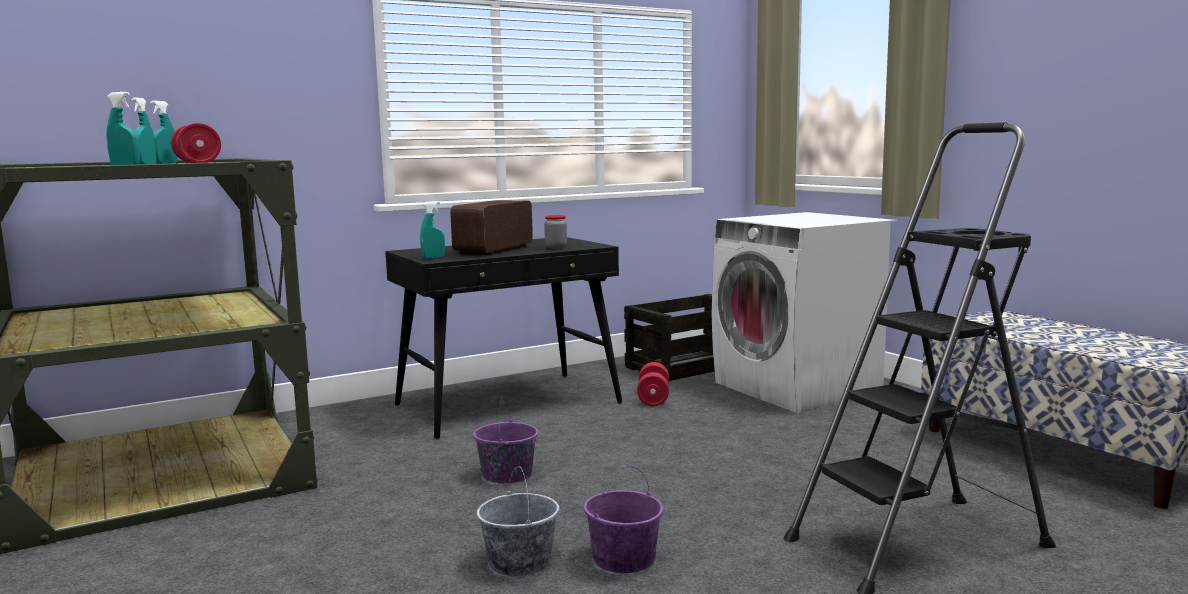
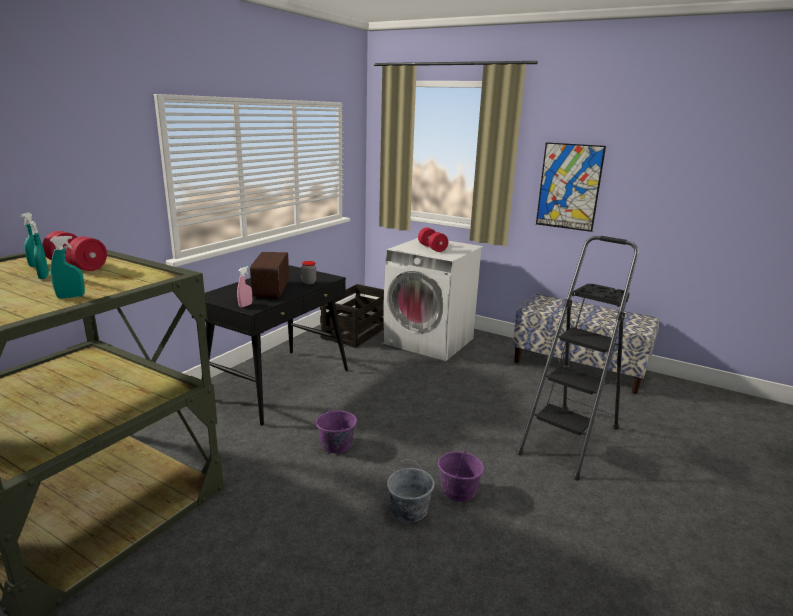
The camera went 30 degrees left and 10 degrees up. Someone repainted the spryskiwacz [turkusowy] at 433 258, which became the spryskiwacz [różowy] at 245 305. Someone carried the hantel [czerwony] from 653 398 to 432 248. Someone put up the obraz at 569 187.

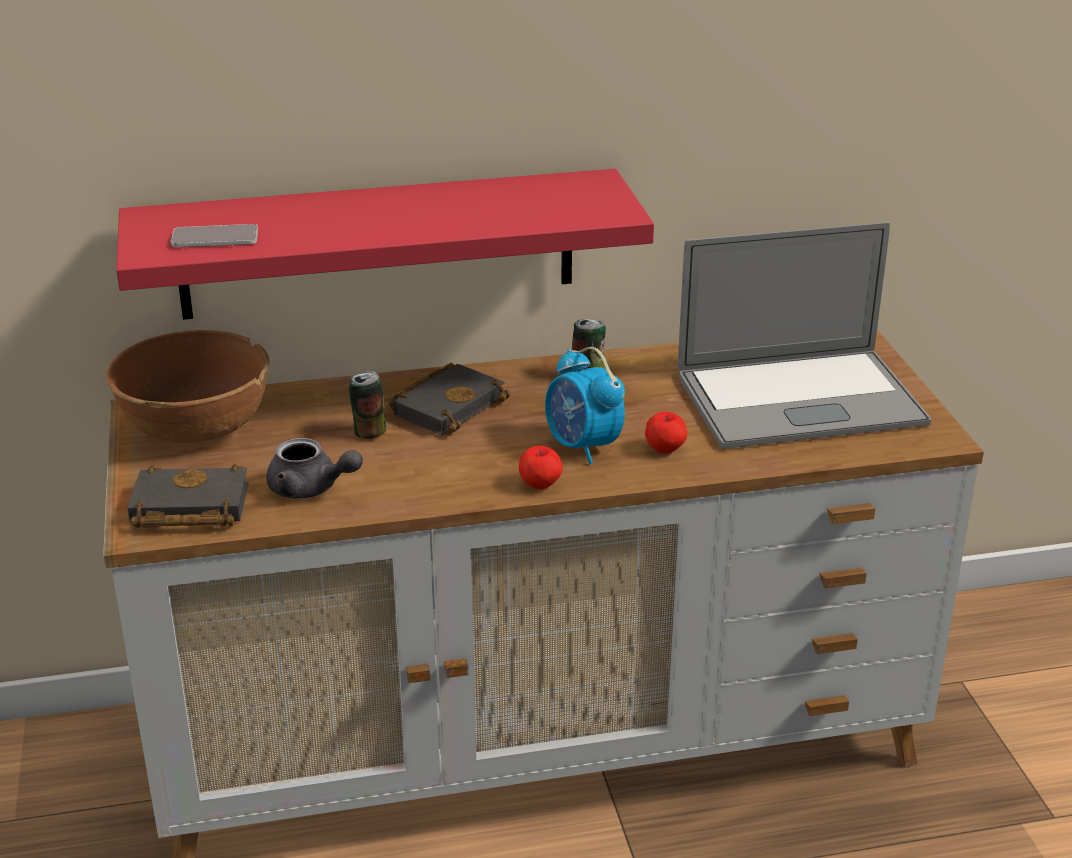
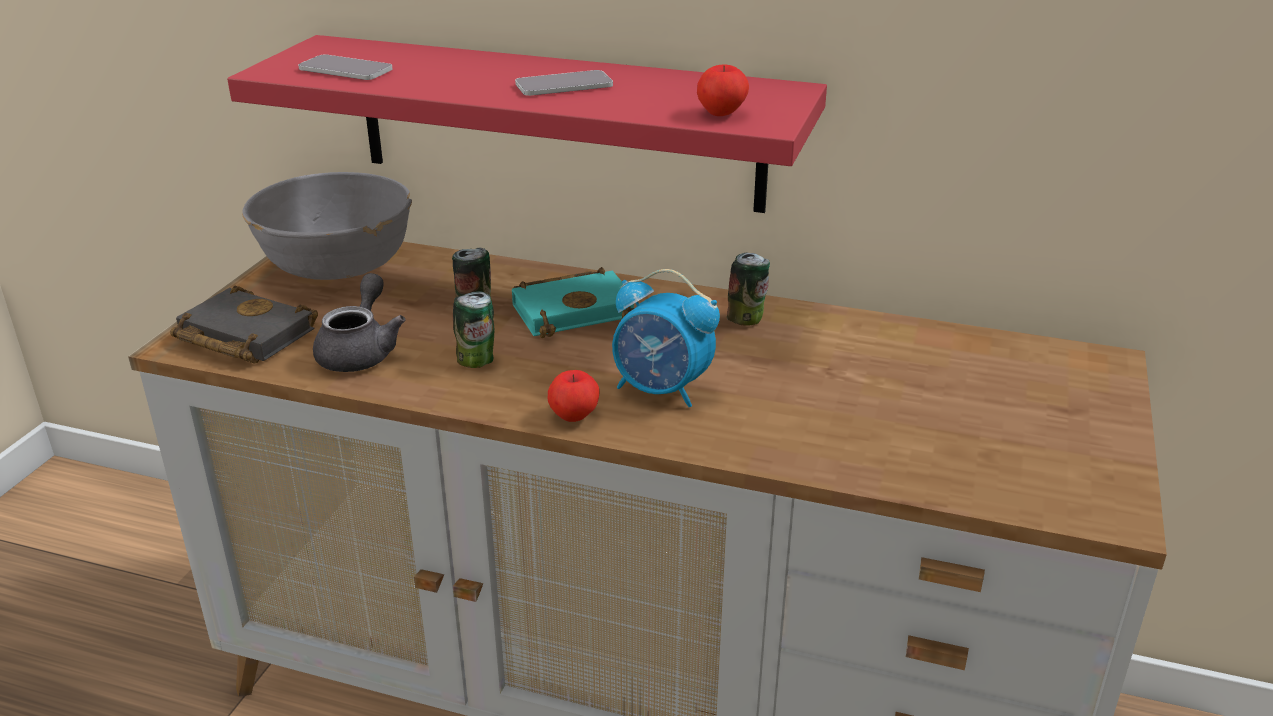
The camera went 30 degrees right and 0 degrees up. Someone repainted the miska [brązowy] at 196 427, which became the miska [szary] at 338 268. Someone rotated the imbryk [szary] at 311 489 by 135 degrees counterclockwise. Someone repainted the książka [czarny] at 448 405, which became the książka [turkusowy] at 575 309. Someone rotated the budzik at 583 446 by 60 degrees counterclockwise. Someone carried the jabłko from 665 449 to 722 113. Someone took away the laptop at 800 400. Someone put down the puszka at 477 361. Someone put down the telefon at 564 85.

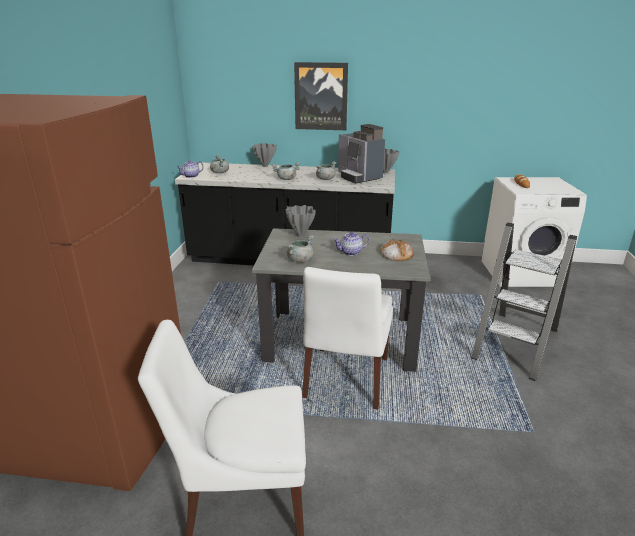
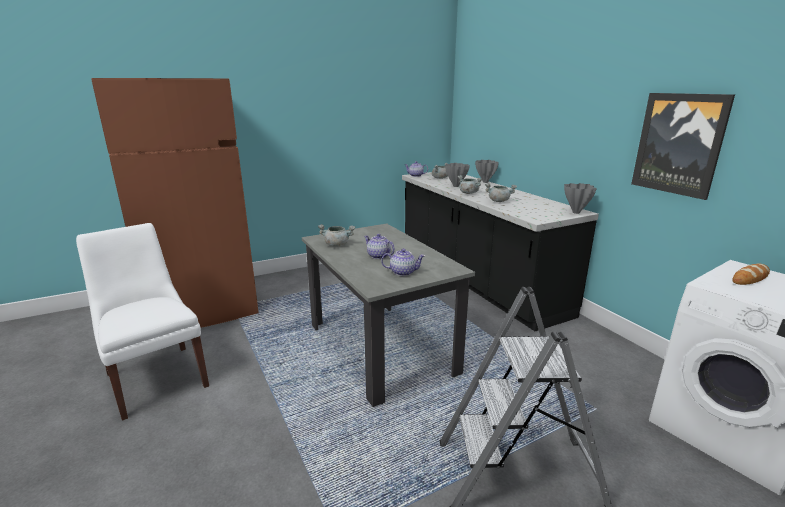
The camera went 55 degrees right and 5 degrees down. Someone carried the wazon [szary] from 300 236 to 456 186. Someone carried the obraz from 321 96 to 679 144. Someone took away the krzesło [biały] at 346 379. Someone took away the ekspres do kawy at 358 177. Someone swapped the chleb at 396 254 for the imbryk at 403 272.

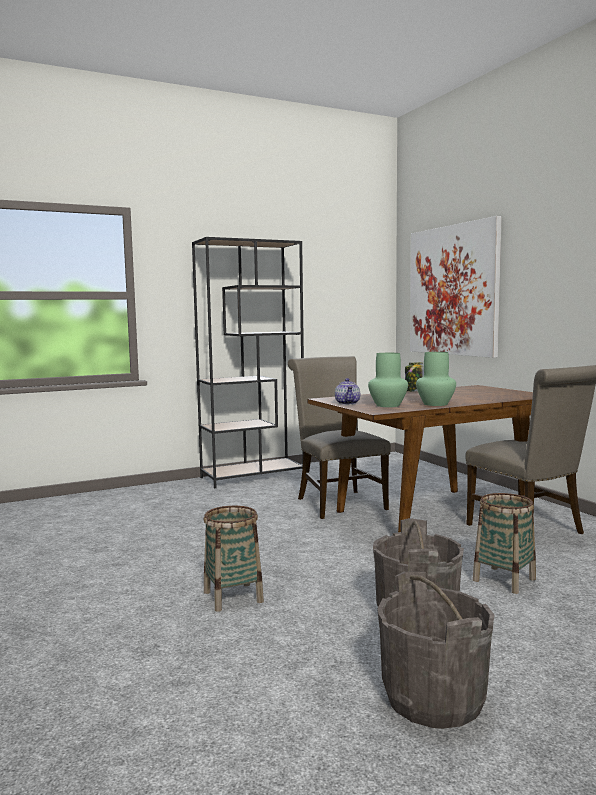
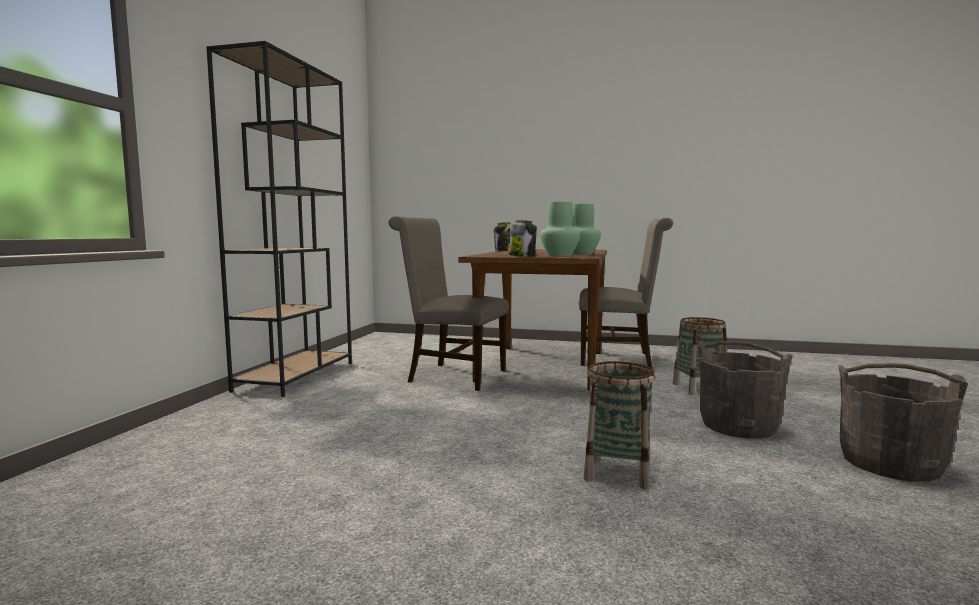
The camera went 50 degrees left and 0 degrees up. Someone swapped the imbryk at 348 403 for the słoik at 522 256. Someone took away the obraz at 453 290.

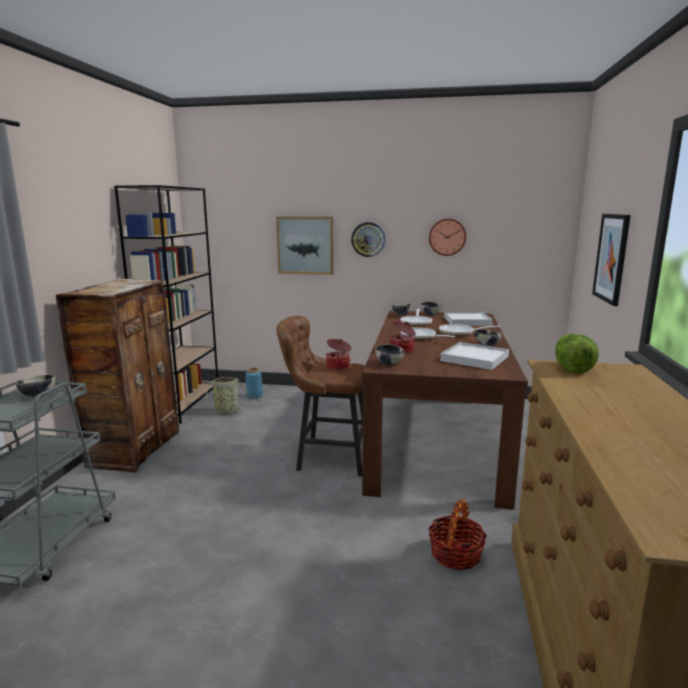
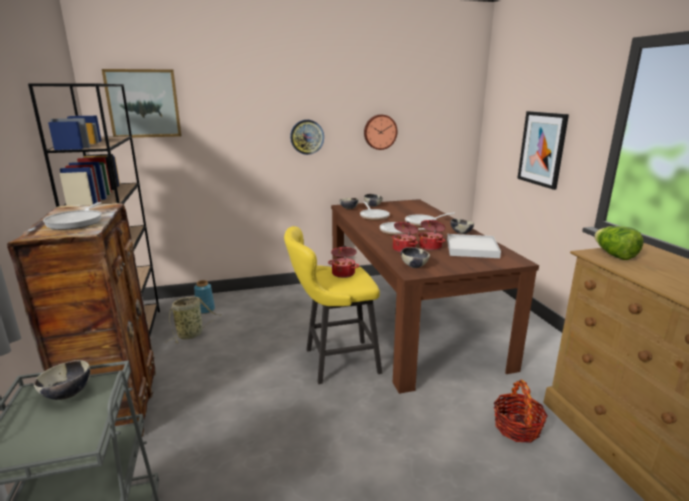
The camera went 25 degrees left and 5 degrees up. Someone carried the obraz from 305 245 to 143 103. Someone repainted the stołek [brązowy] at 324 457, which became the stołek [żółty] at 332 362. Someone took away the taca [biały] at 467 321. Someone put down the patelnia at 77 222. Someone put down the garnek at 431 247.

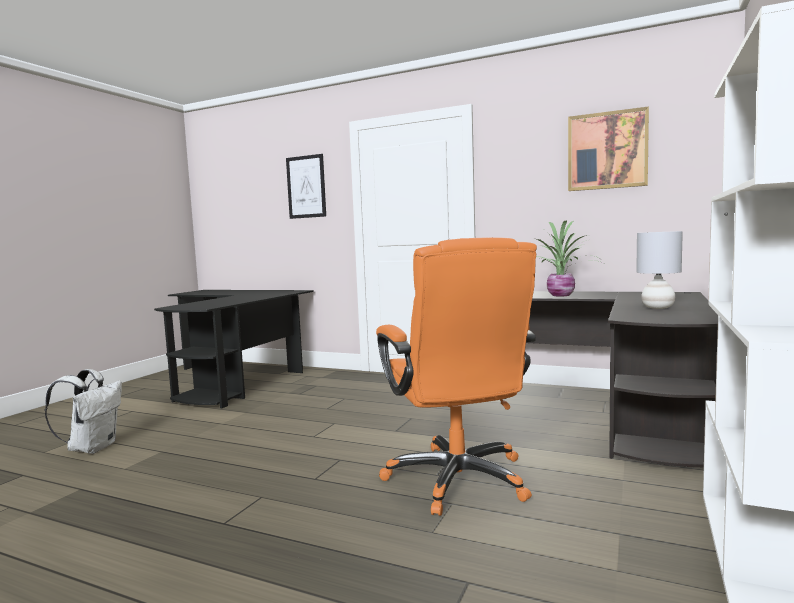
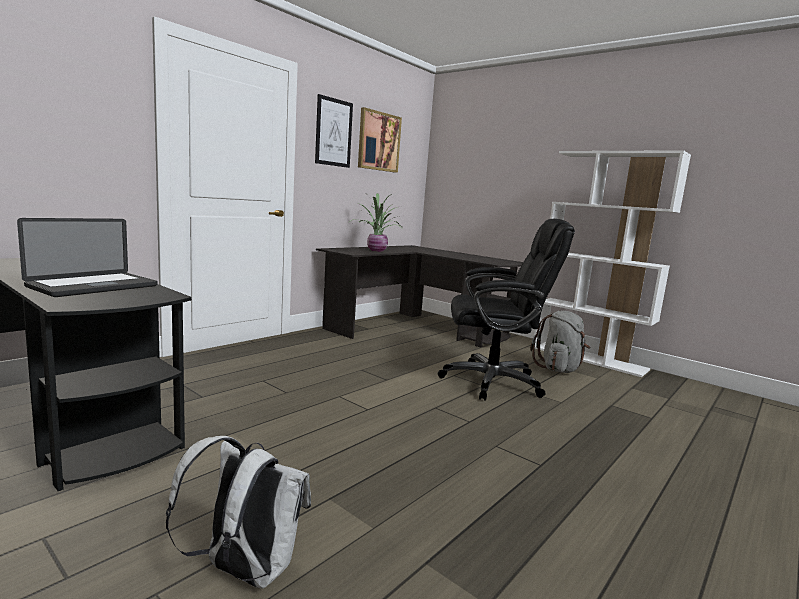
The camera went 75 degrees left and 5 degrees up. Someone carried the obraz from 306 187 to 333 132. Someone repainted the krzesło biurowe [pomarańczowy] at 458 478, which became the krzesło biurowe [czarny] at 491 381. Someone took away the lampa stołowa [szary] at 658 307. Someone put down the laptop at 94 286. Someone put down the plecak [szary] at 559 369.

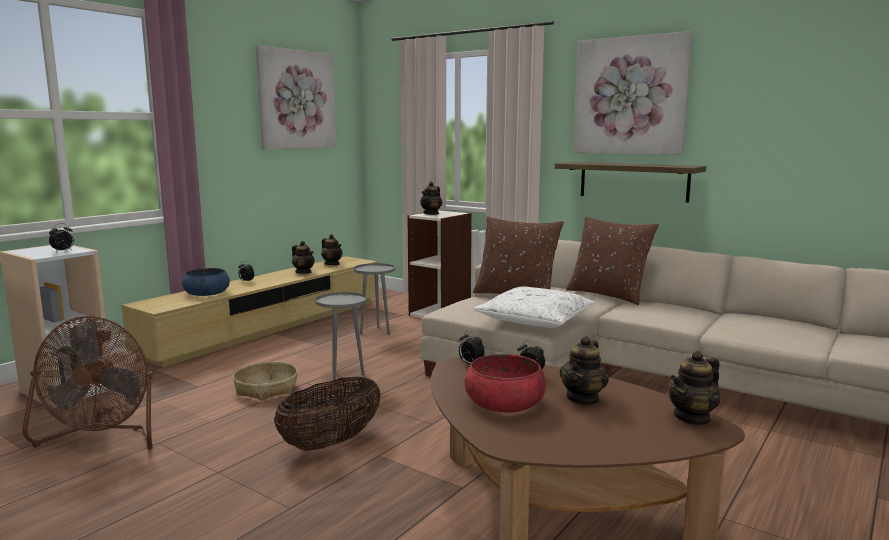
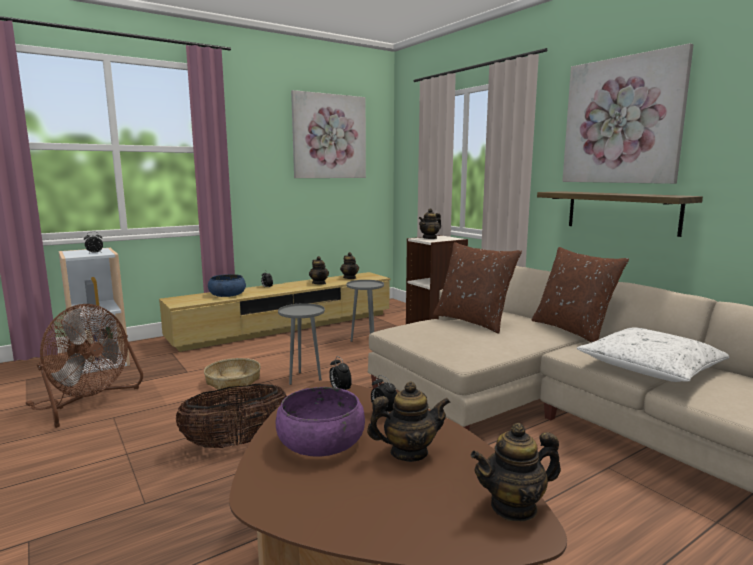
The camera went 20 degrees right and 0 degrees up. Someone rotated the wentylator [brązowy] at 101 436 by 90 degrees counterclockwise. Someone repainted the miska [czerwony] at 504 402, which became the miska [fioletowy] at 320 442. Someone carried the poduszka [biały] from 535 320 to 650 368. Someone rotated the imbryk at 583 398 by 150 degrees counterclockwise.

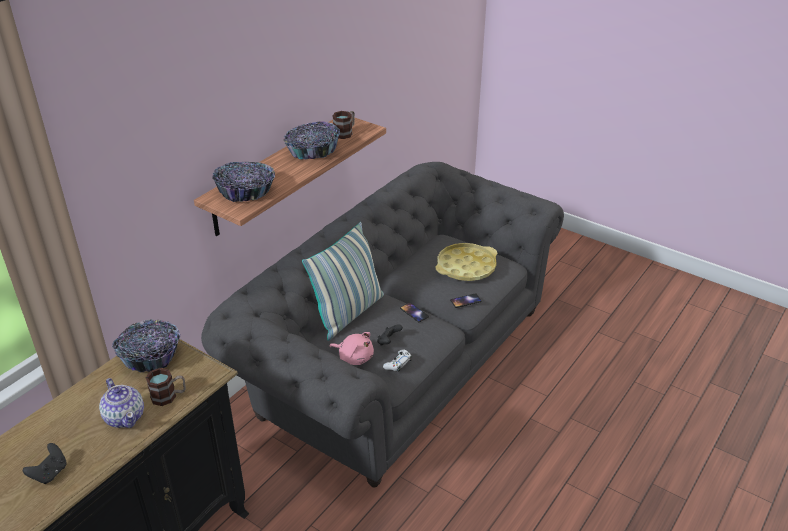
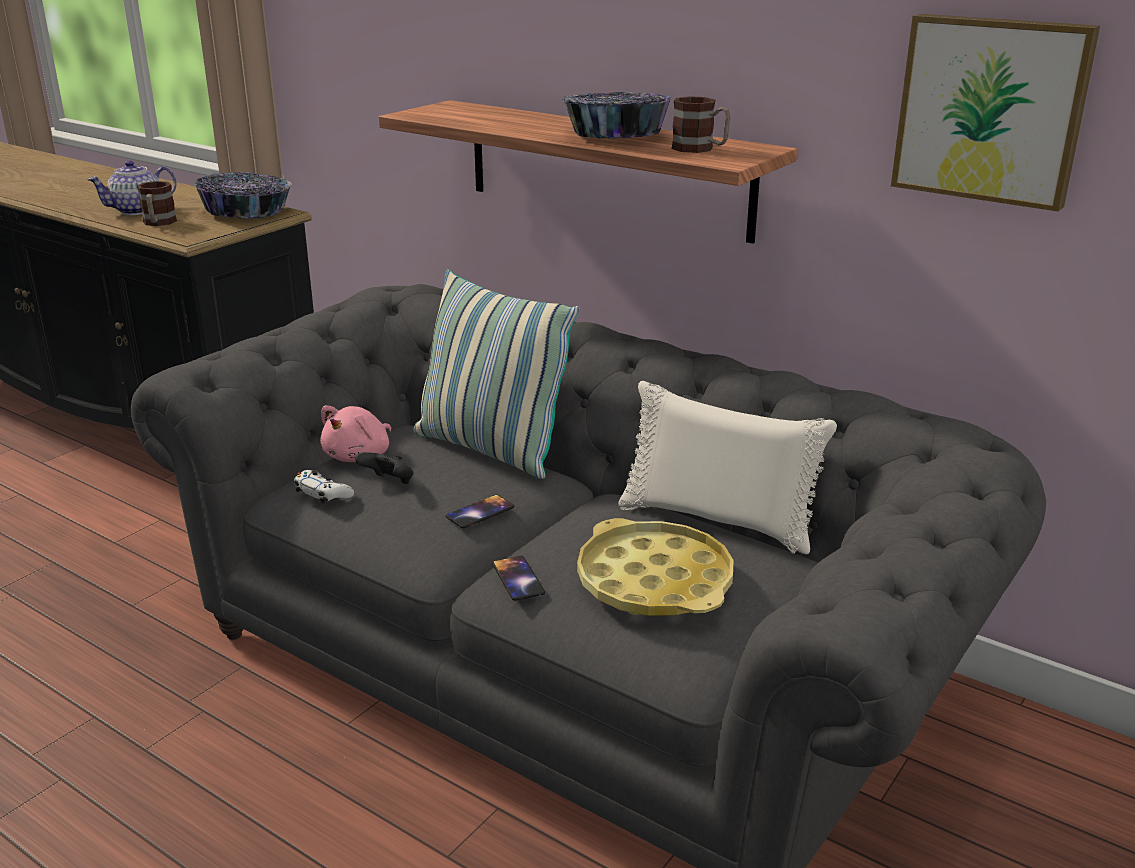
The camera went 90 degrees right and 10 degrees down. Someone took away the pad do gier [czarny] at 50 473. Someone took away the miska at 245 192. Someone put down the poduszka [biały] at 717 521. Someone put up the obraz at 991 109.

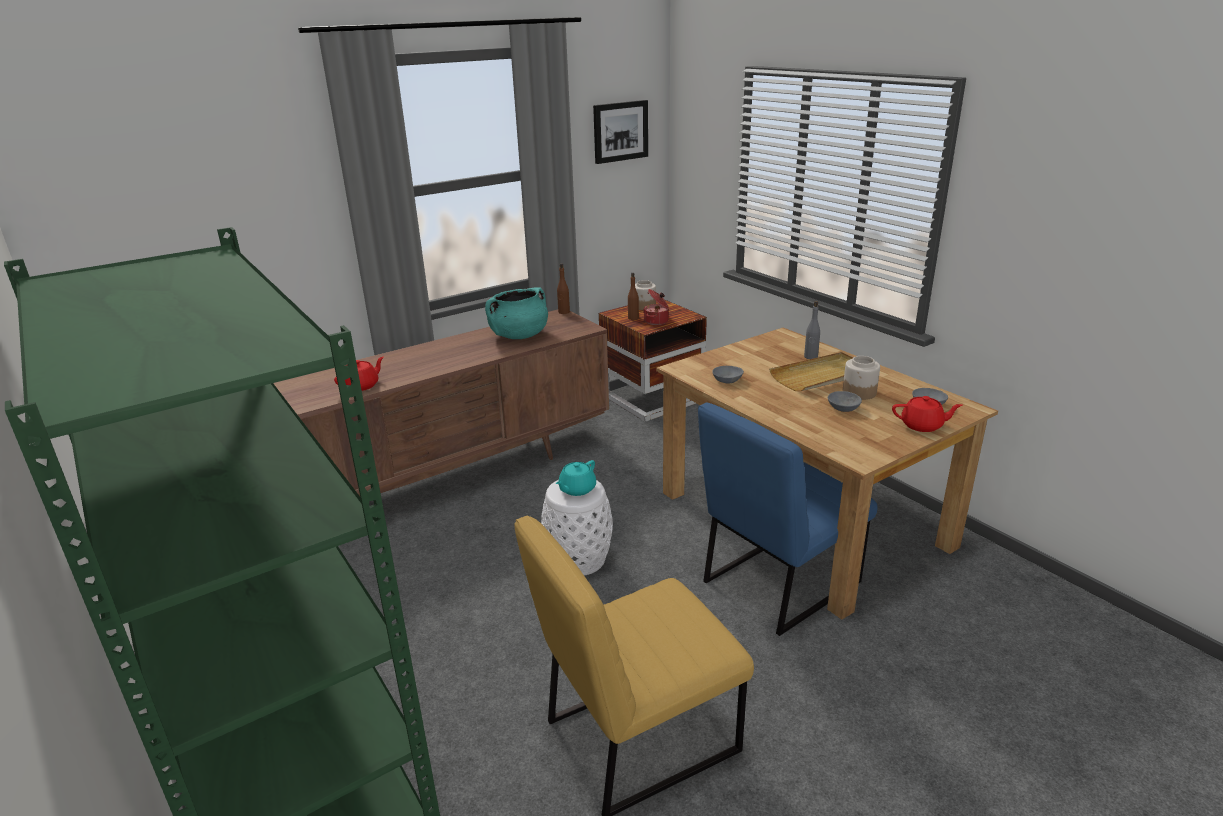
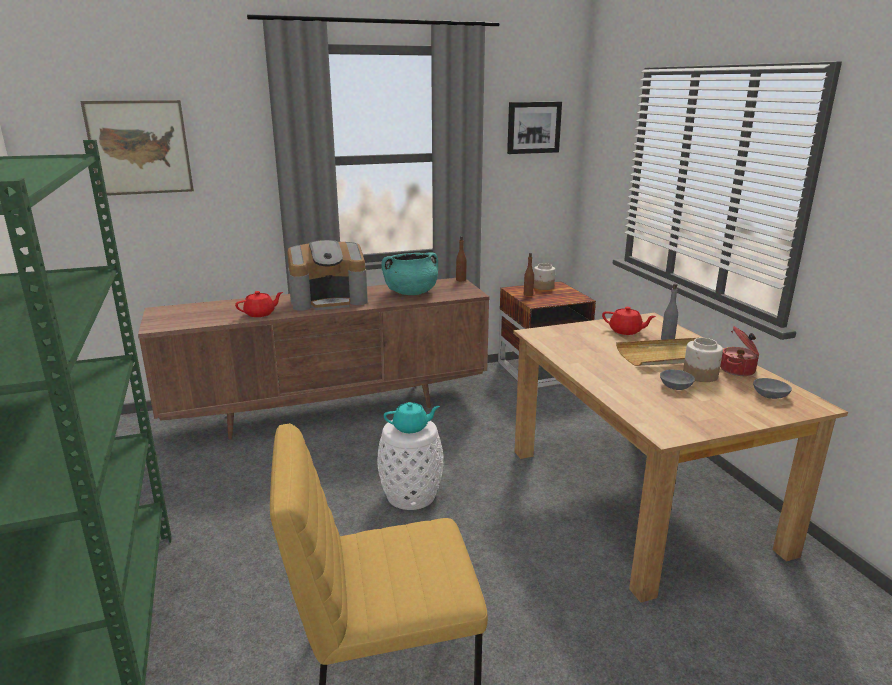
The camera went 15 degrees right and 5 degrees down. Someone rotated the imbryk [turkusowy] at 576 489 by 150 degrees counterclockwise. Someone carried the garnek from 657 321 to 738 370. Someone took away the krzesło [niebieski] at 777 583. Someone took away the miska [szary] at 727 379. Someone carried the imbryk [czerwony] from 922 426 to 626 331. Someone put up the obraz at 139 148. Someone put down the ekspres do kawy at 329 300.

